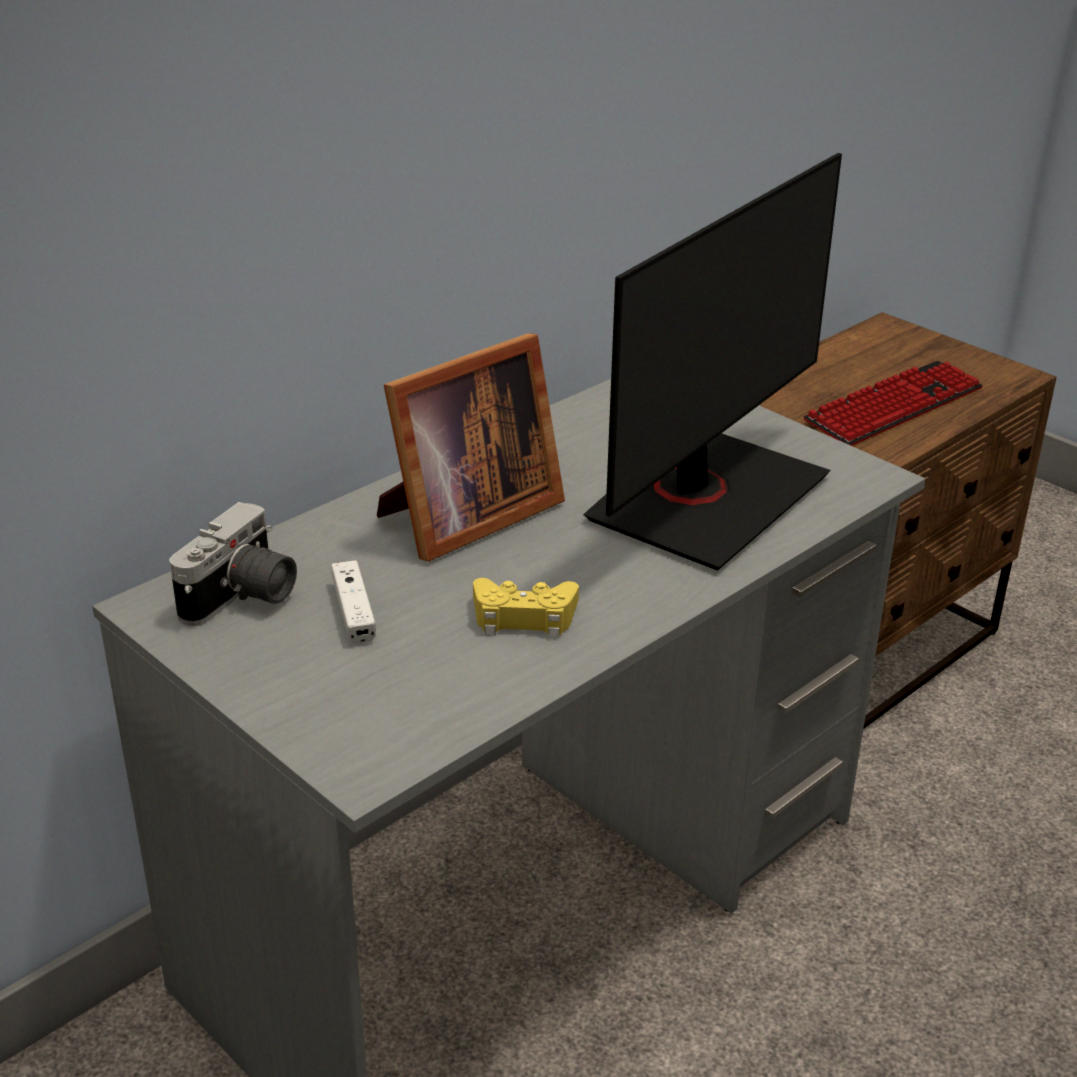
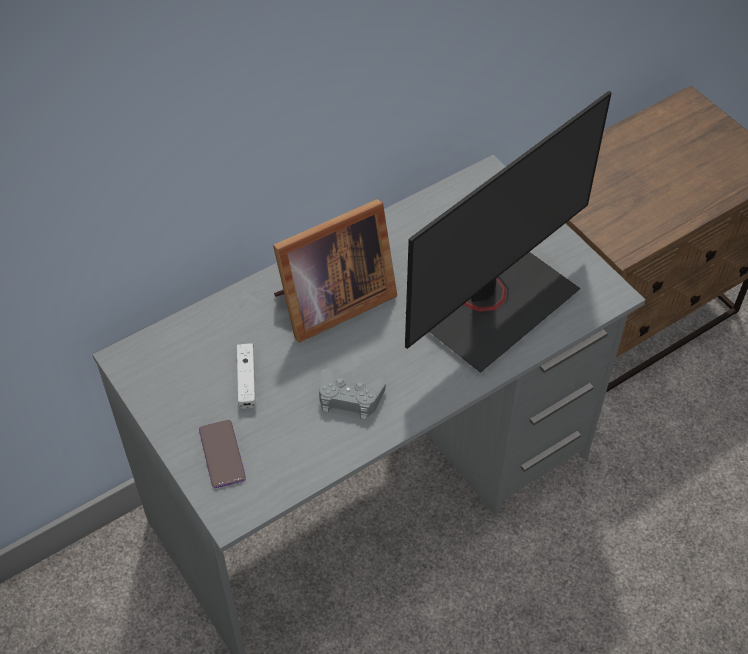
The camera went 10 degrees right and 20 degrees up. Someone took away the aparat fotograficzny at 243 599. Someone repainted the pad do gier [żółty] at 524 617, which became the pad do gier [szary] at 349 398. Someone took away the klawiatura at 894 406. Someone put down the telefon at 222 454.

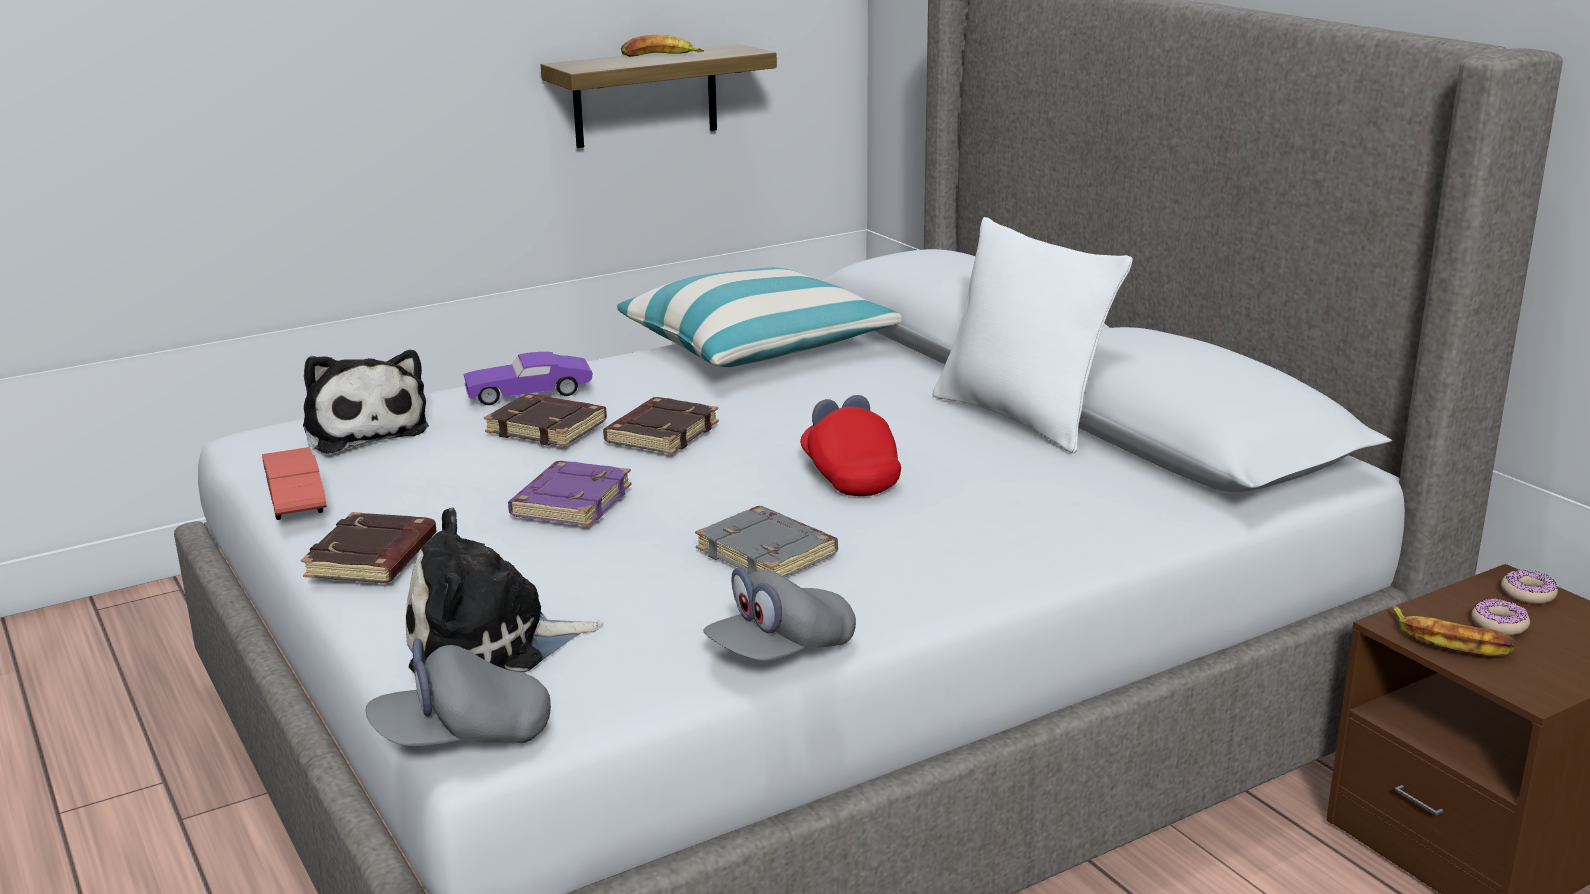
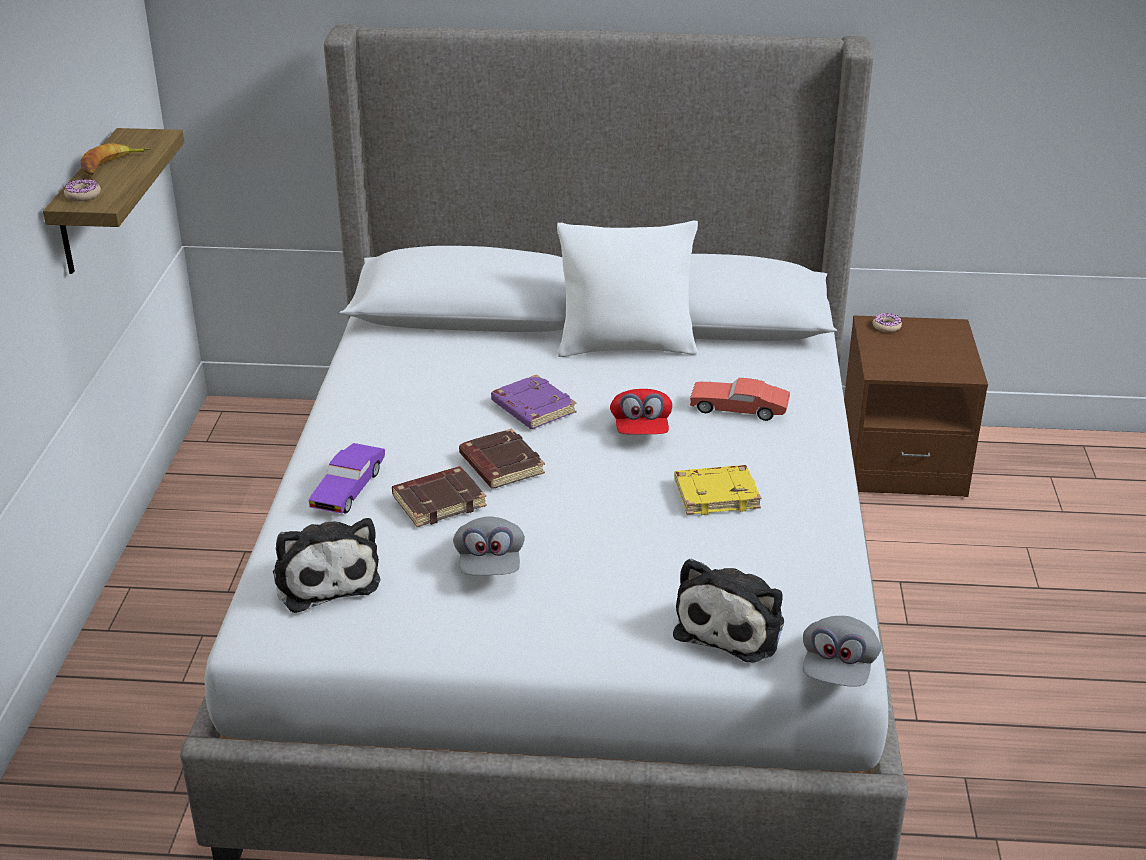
The camera went 55 degrees left and 10 degrees up. Someone carried the samochodzik [czerwony] from 296 499 to 739 409. Someone took away the książka [brązowy] at 373 559. Someone rotated the pluszak at 364 430 by 60 degrees clockwise. Someone carried the książka [fioletowy] from 570 502 to 532 408. Someone took away the poduszka at 756 347. Someone repainted the książka [szary] at 769 553, which became the książka [żółty] at 717 495. Someone carried the czapka z daszkiem [szary] from 781 652 to 489 564. Someone rotated the czapka z daszkiem [czerwony] at 849 475 by 105 degrees counterclockwise. Someone took away the banan at 1450 640. Someone carried the donut from 1499 624 to 83 195.

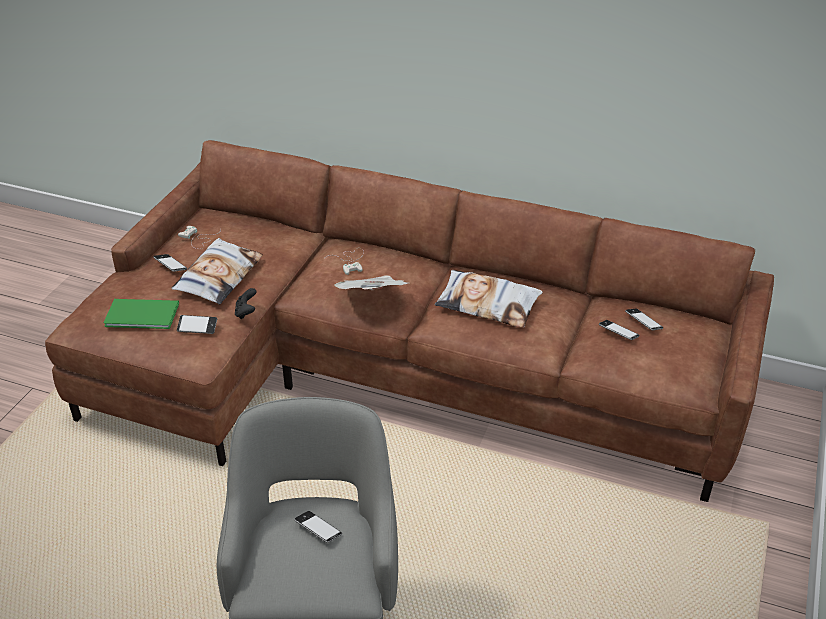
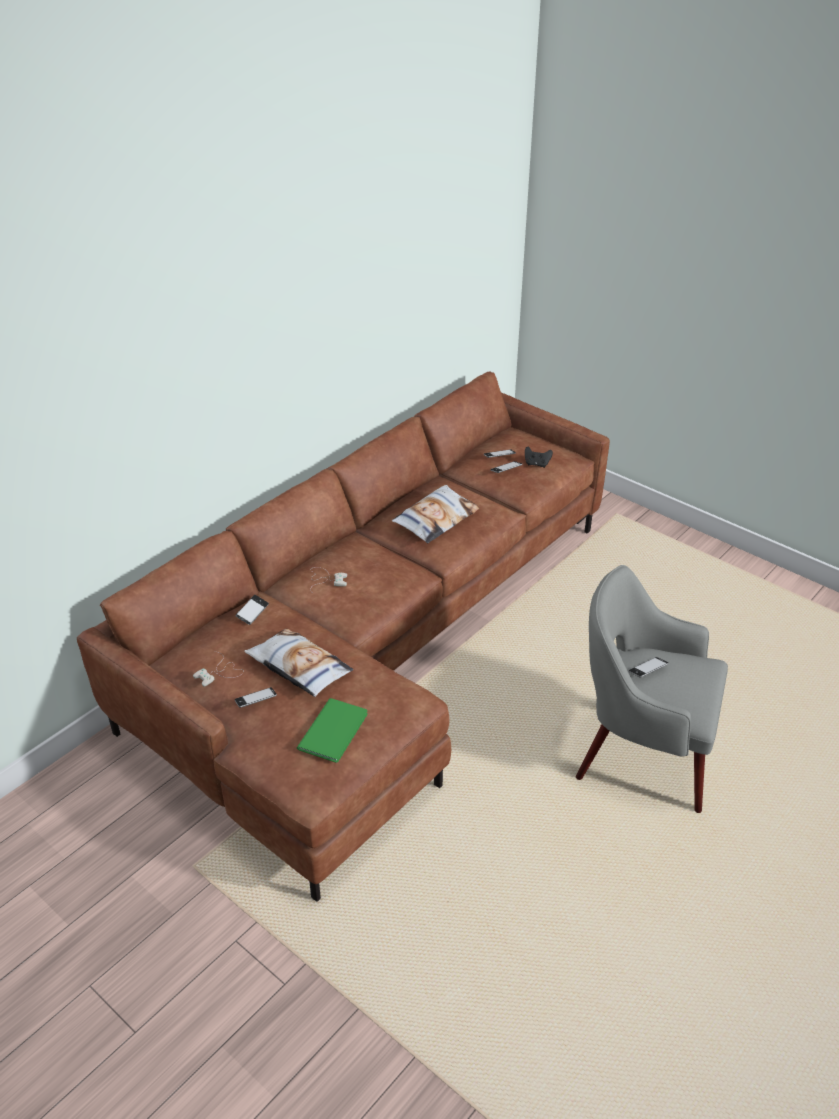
The camera went 70 degrees left and 0 degrees up. Someone carried the telefon from 197 327 to 252 612. Someone carried the pad do gier [czarny] from 246 312 to 537 464. Someone took away the gazeta at 373 299.

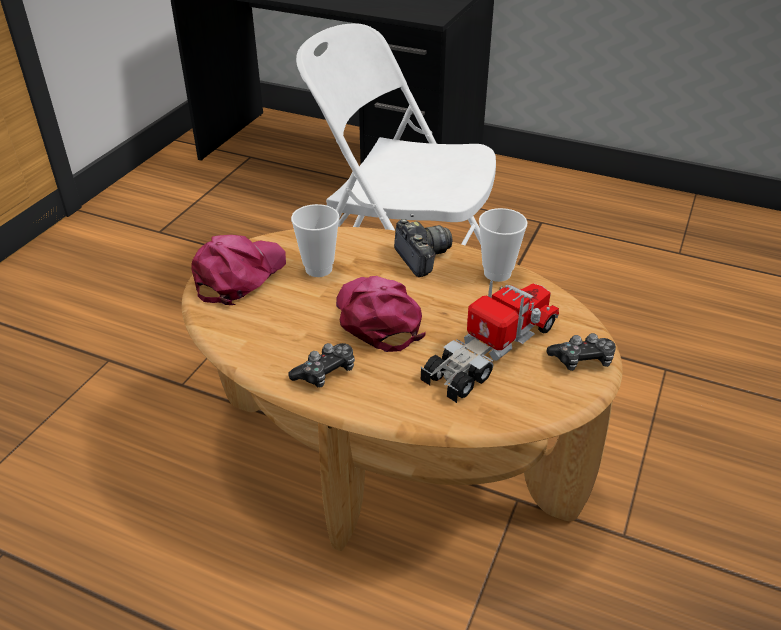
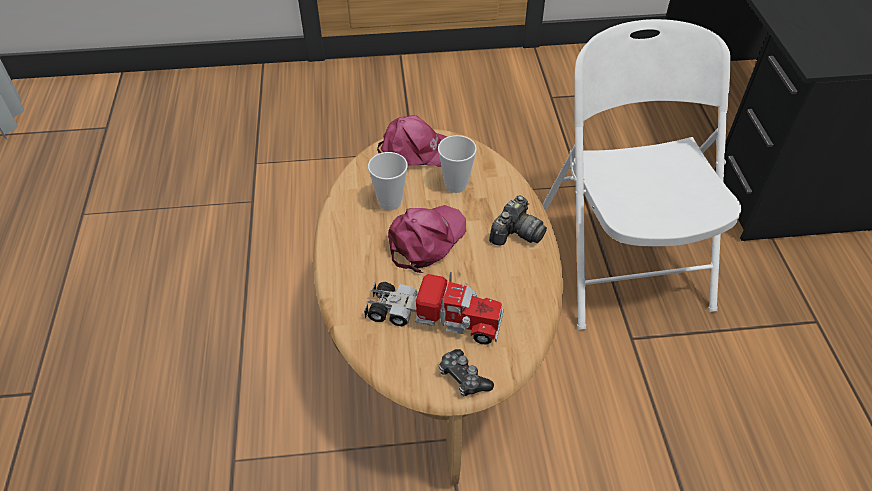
The camera went 60 degrees right and 10 degrees up. Someone took away the pad do gier at 325 372. Someone carried the filiżanka from 497 273 to 390 202.

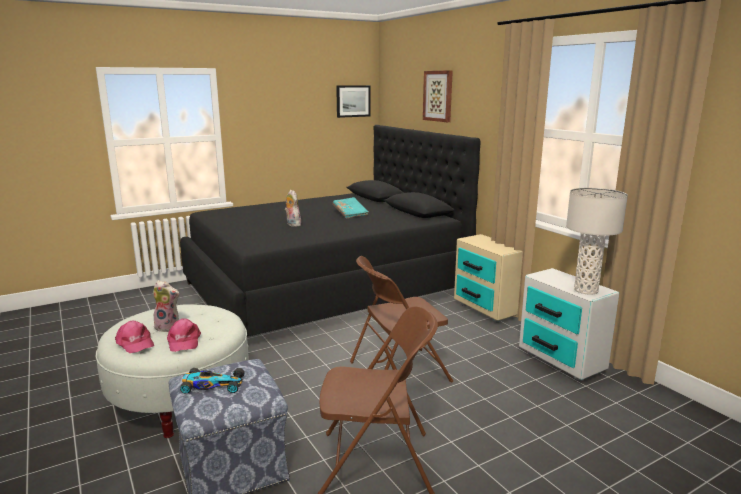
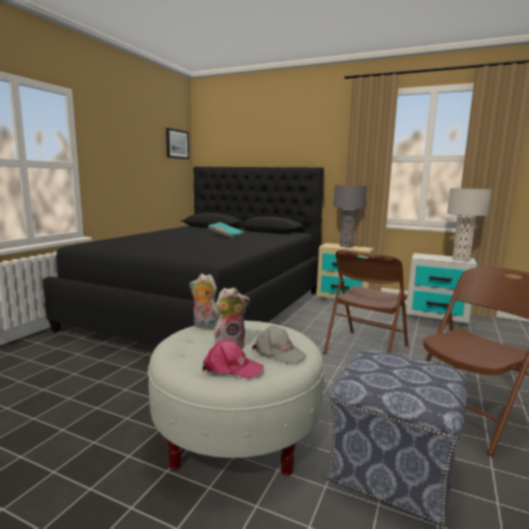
The camera went 35 degrees left and 5 degrees down. Someone repainted the czapka z daszkiem [różowy] at 183 341, which became the czapka z daszkiem [szary] at 278 352. Someone took away the samochodzik at 211 385. Someone carried the pluszak from 292 224 to 204 326. Someone took away the obraz at 438 96. Someone put down the lampa stołowa [szary] at 346 246.

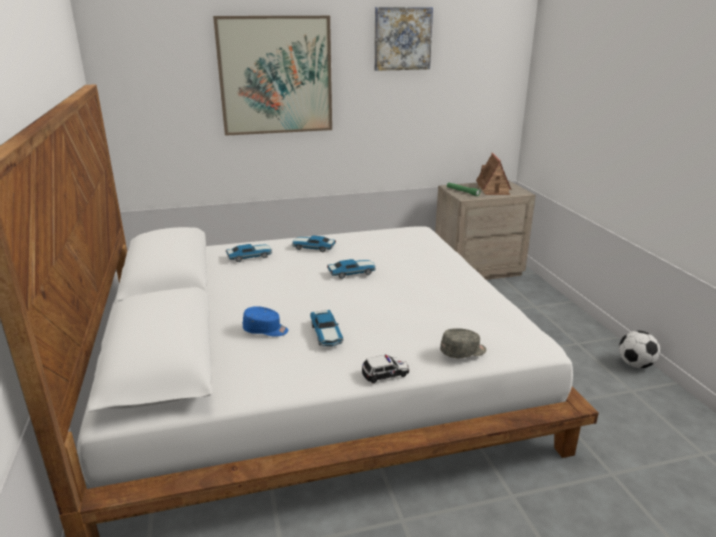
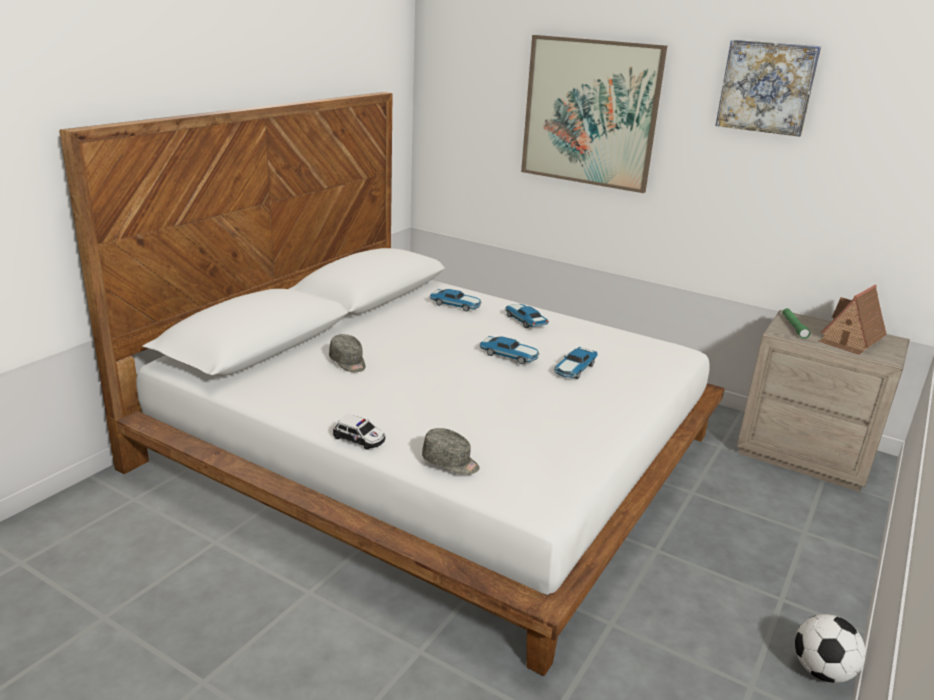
The camera went 45 degrees right and 0 degrees up. Someone repainted the czapka z daszkiem [niebieski] at 265 330, which became the czapka z daszkiem [szary] at 348 362. Someone carried the samochodzik from 326 334 to 574 369.

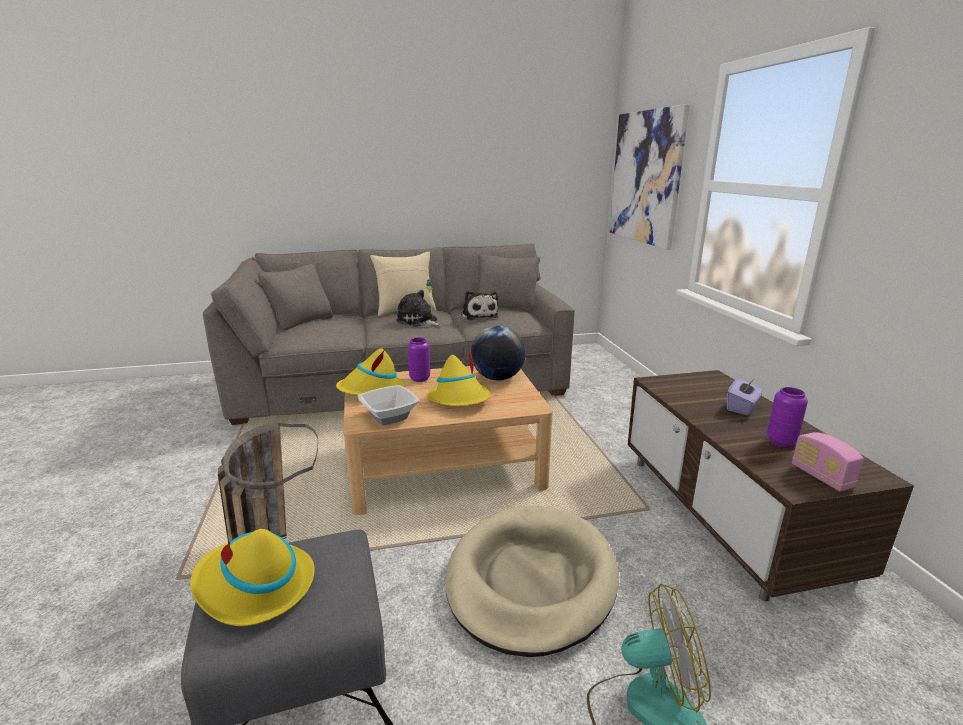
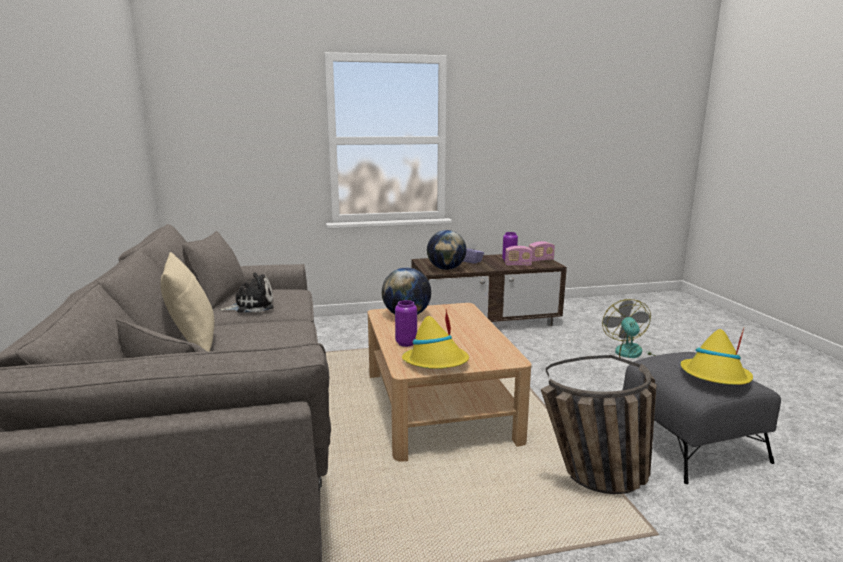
The camera went 90 degrees left and 5 degrees down. Someone took away the miska at 388 417. Someone took away the pluszak at 418 321. Someone took away the kapelusz [żółty] at 459 399. Someone took away the legowisko [beżowy] at 531 580. Someone took away the obraz at 645 177. Someone put down the globus at 446 269. Someone put down the radio at 518 265.

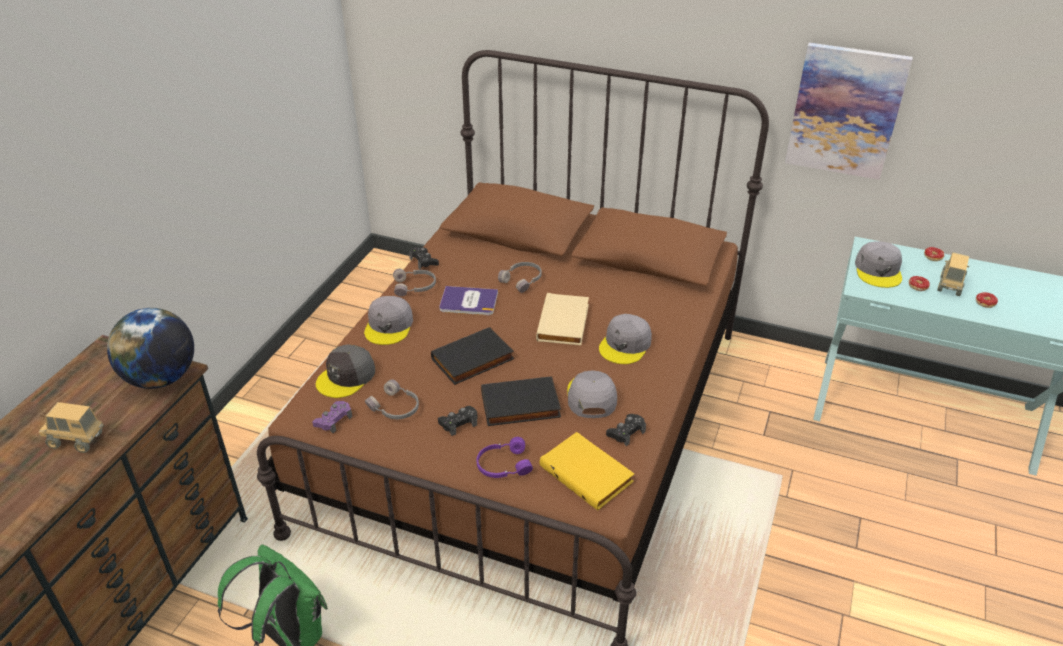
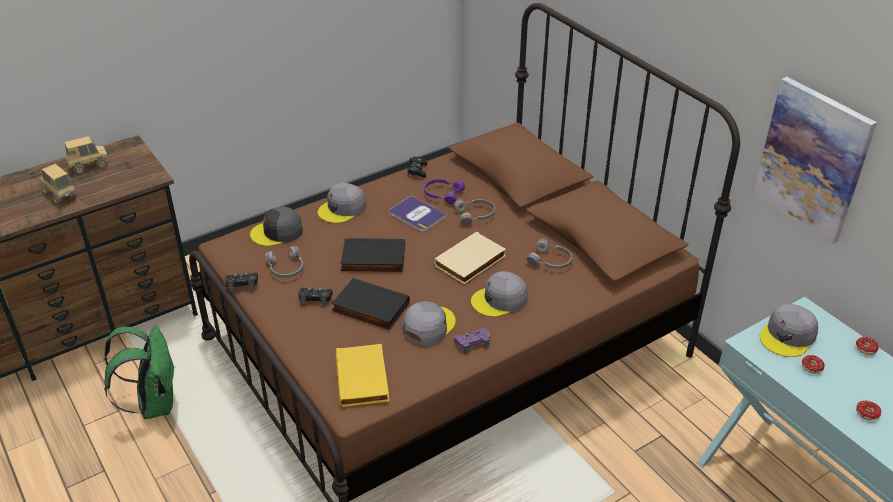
The camera went 35 degrees right and 0 degrees up. Someone took away the globus at 161 378. Someone carried the pad do gier [fioletowy] from 333 420 to 472 343. Someone carried the słuchawki [szary] from 415 287 to 550 261. Someone carried the słuchawki [fioletowy] from 503 465 to 442 194. Someone carried the pad do gier [czarny] from 626 432 to 242 284. Someone carried the ciężarówka zabawkowa from 949 286 to 89 166.

